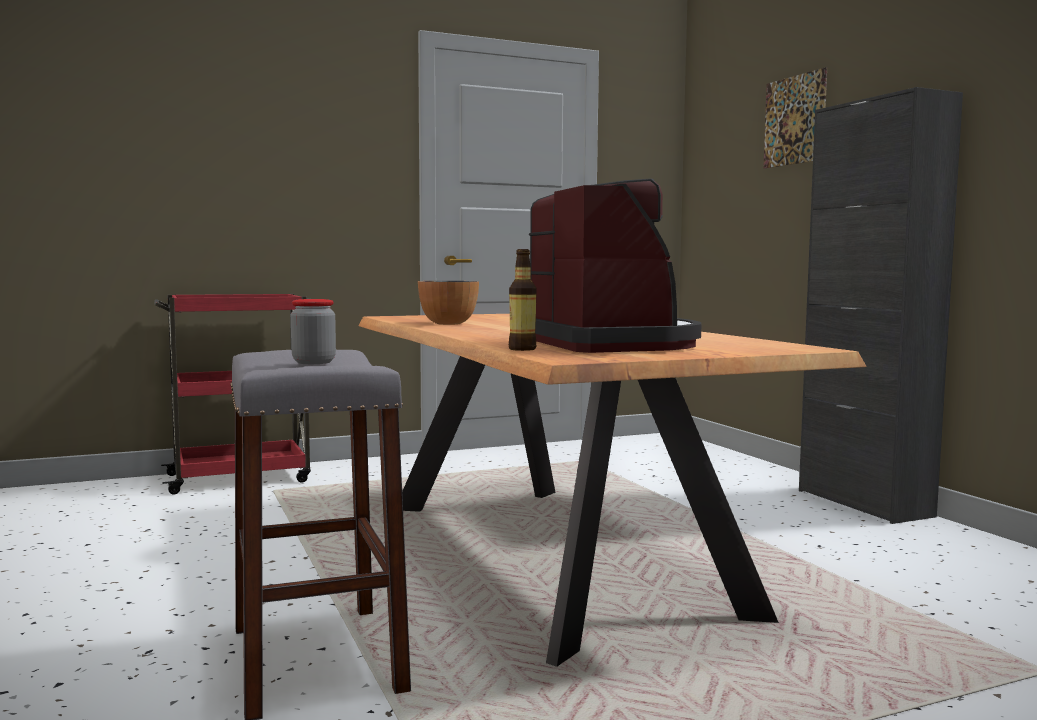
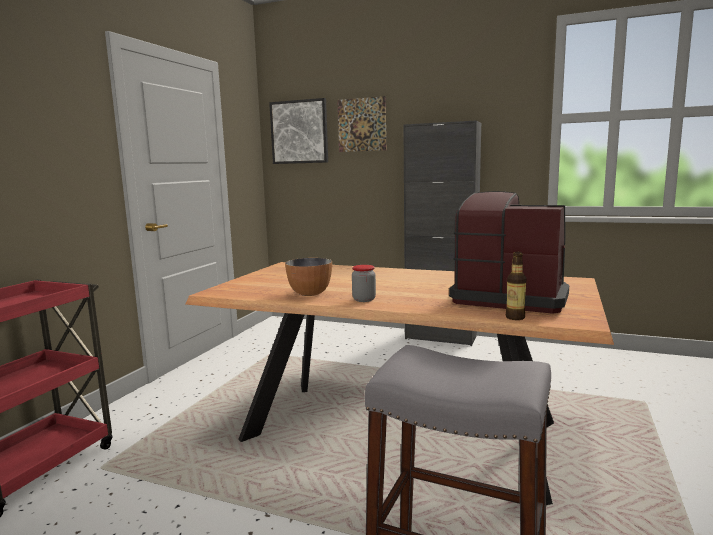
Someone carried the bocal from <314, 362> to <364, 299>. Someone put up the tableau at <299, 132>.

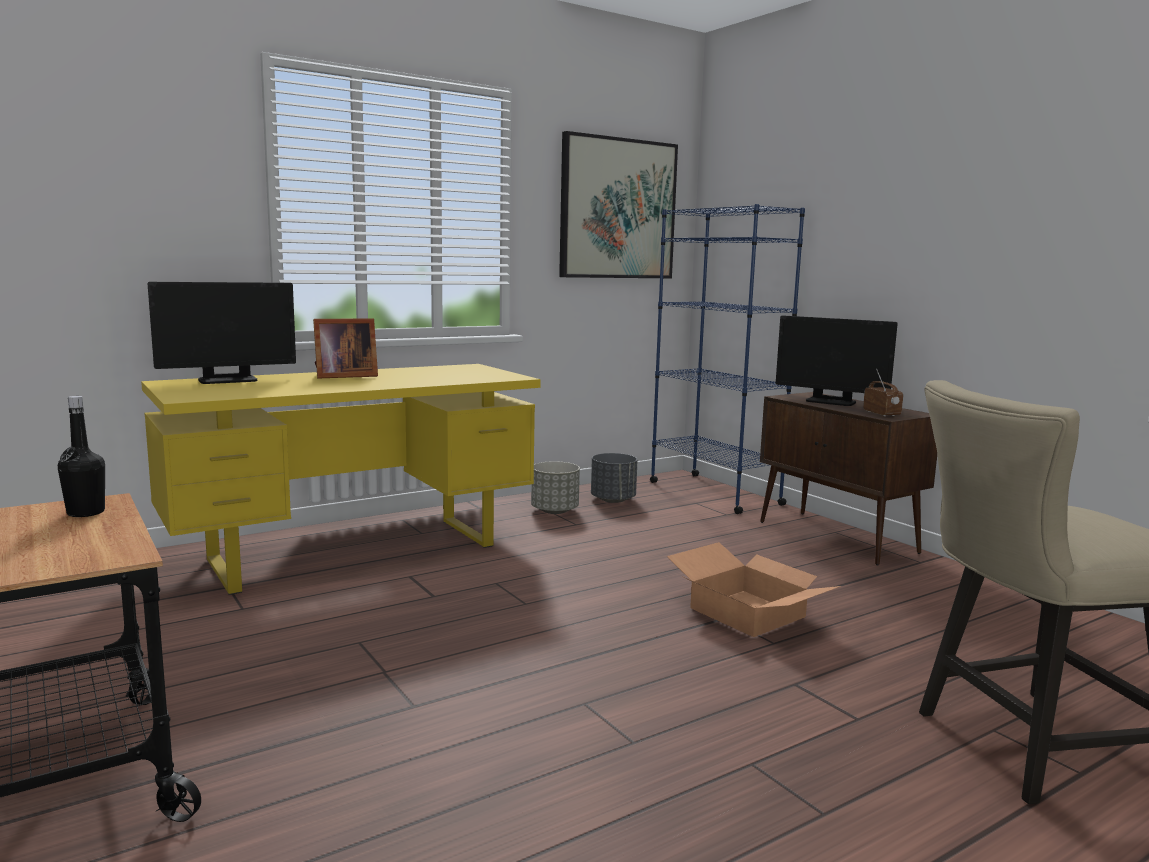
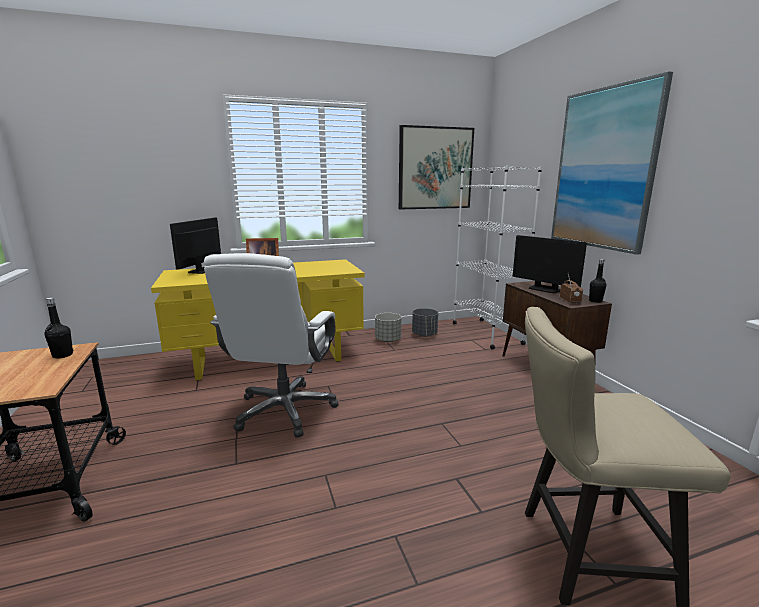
Someone rotated the écran d'ordinateur at <228, 380> by 120 degrees clockwise. Someone repainted the bibliothèque/bleu at <714, 493>, which became the bibliothèque/blanc at <486, 333>. Someone took away the carton at <749, 612>. Someone put down the chaise de bureau/blanc at <285, 410>. Someone put up the tableau at <603, 169>. Someone put down the bouteille/noir at <595, 301>.

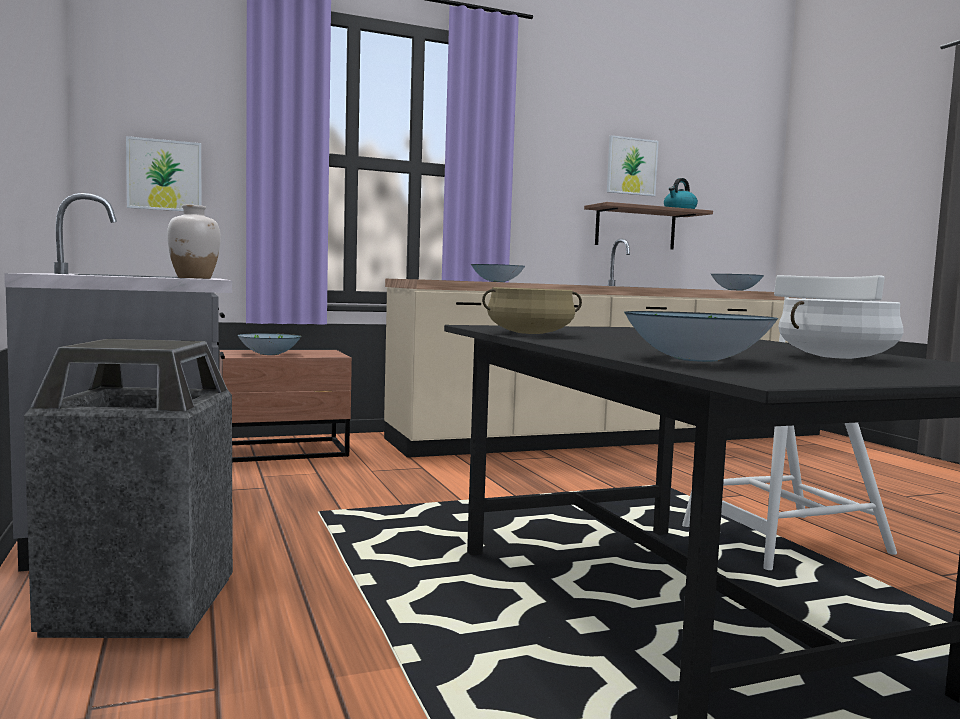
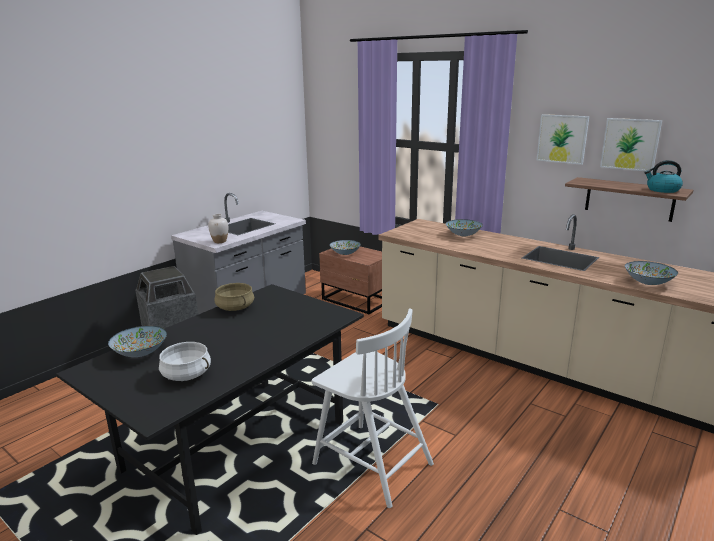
Someone carried the tableau from <164, 175> to <562, 139>.

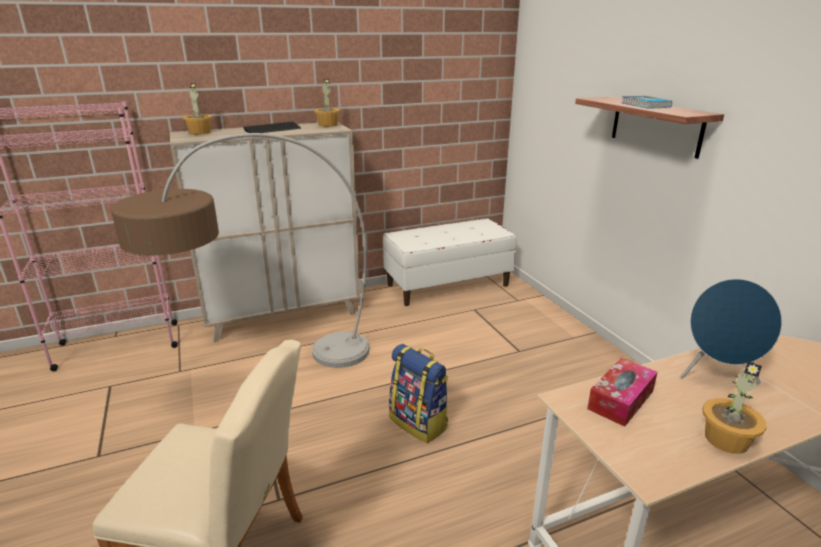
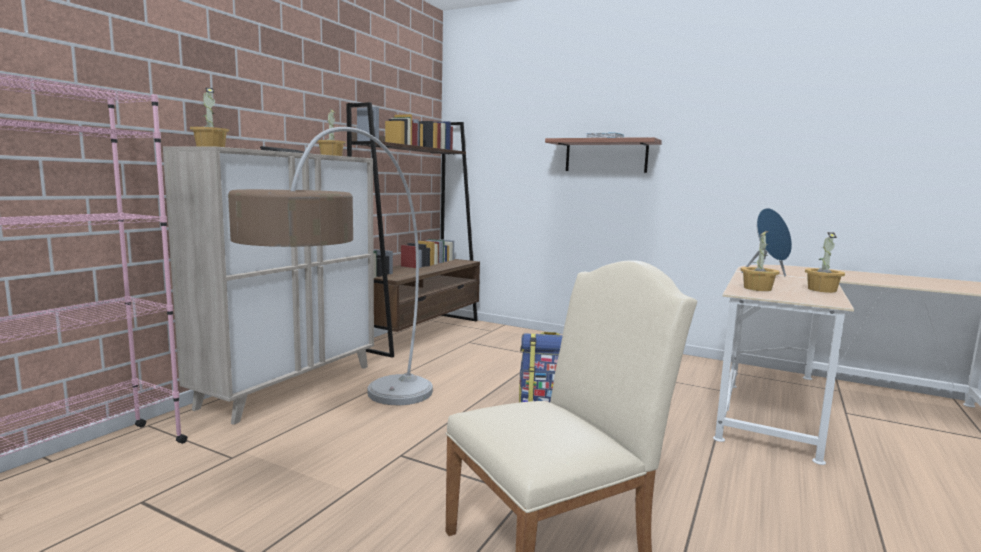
Someone swapped the banc/blanc at <447, 285> for the bibliothèque/marron at <420, 333>. Someone swapped the boîte à mouchoirs at <620, 400> for the plante en pot at <758, 288>.

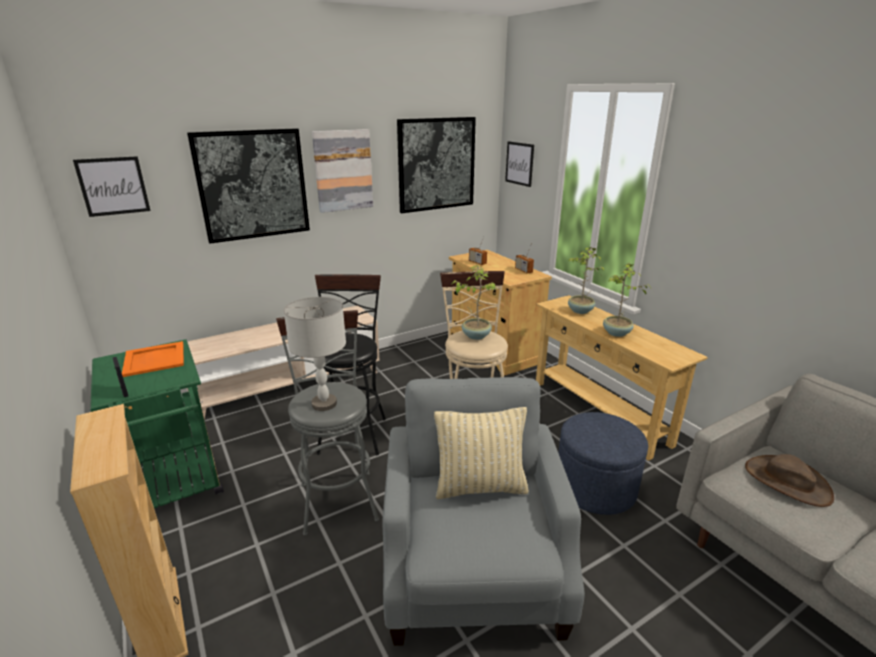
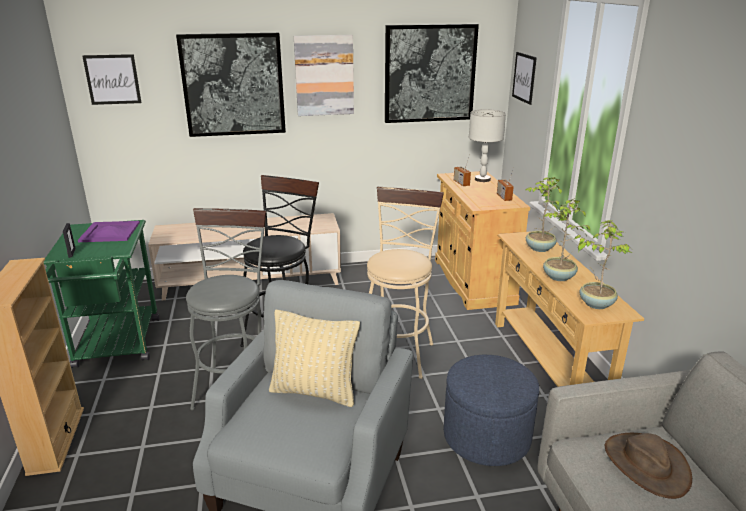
Someone repainted the plateau/orange at <155, 359>, which became the plateau/violet at <110, 232>. Someone carried the lampe de table/gris from <324, 403> to <482, 179>. Someone carried the plante en pot from <475, 335> to <596, 303>.

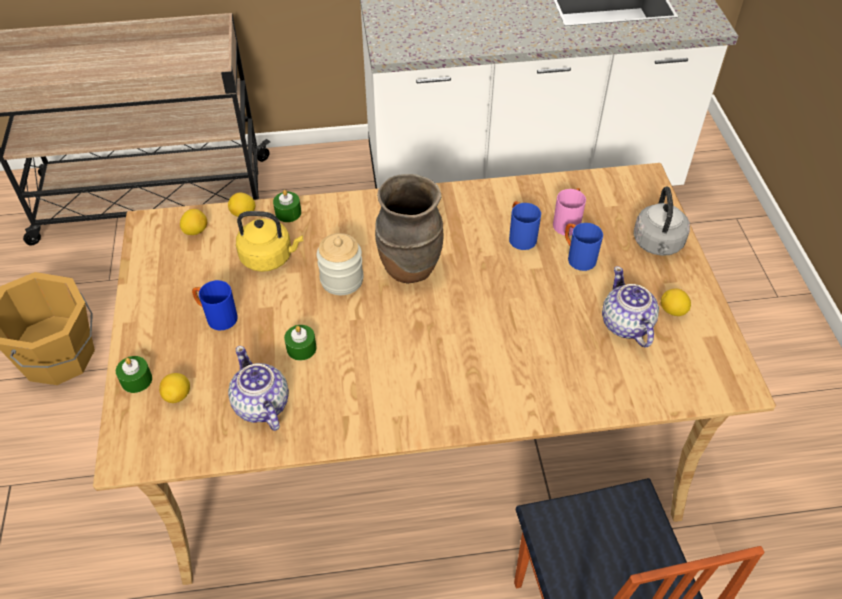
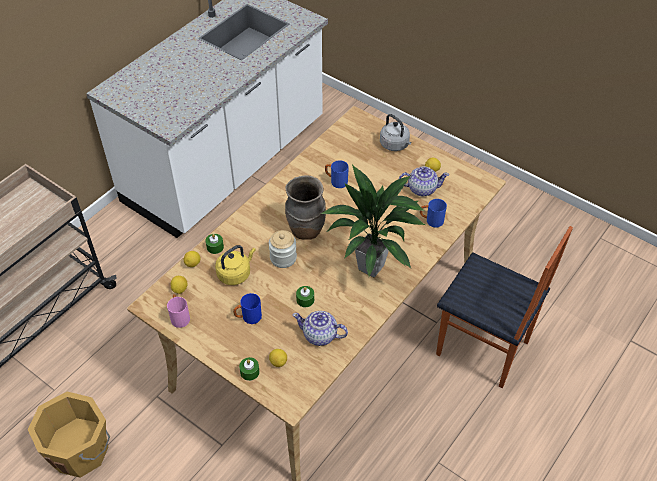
Someone carried the mug/rose from <568, 222> to <179, 317>. Someone carried the mug/bleu from <577, 257> to <431, 221>. Someone rotated the théière at <626, 325> by 150 degrees clockwise. Someone put down the plante en pot at <372, 268>.

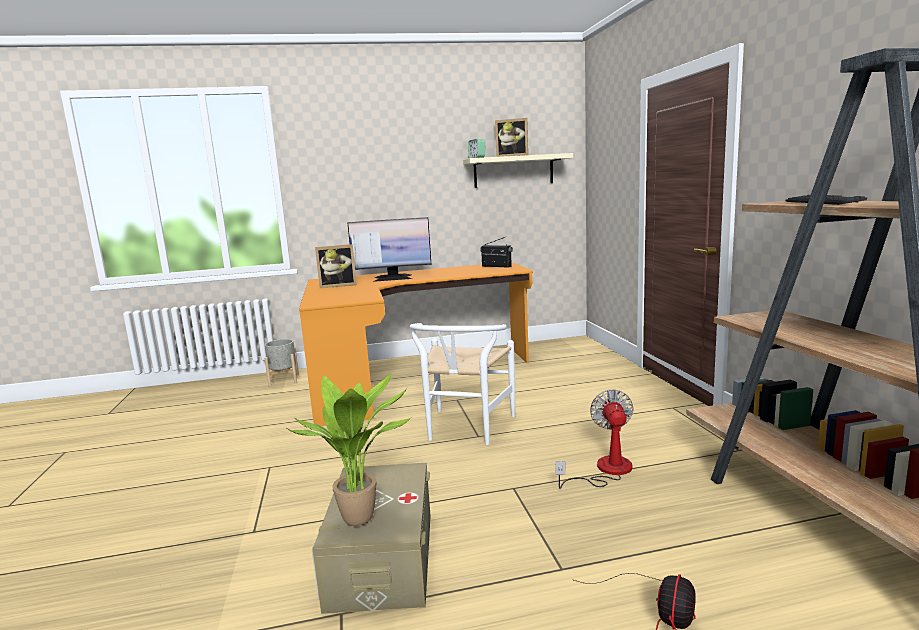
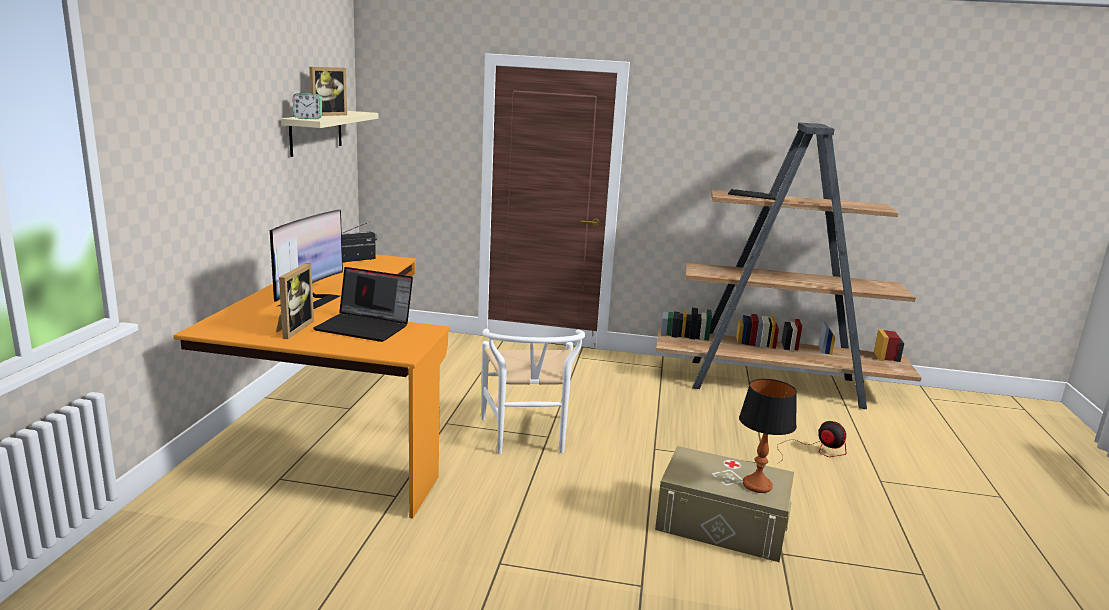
Someone took away the cache-pot/gris at <284, 380>. Someone swapped the plante en pot at <364, 519> for the lampe de table at <756, 485>. Someone rotated the chaise/blanc at <465, 430> by 45 degrees clockwise. Someone took away the ventilateur at <605, 471>. Someone put down the ordinateur portable at <366, 327>.

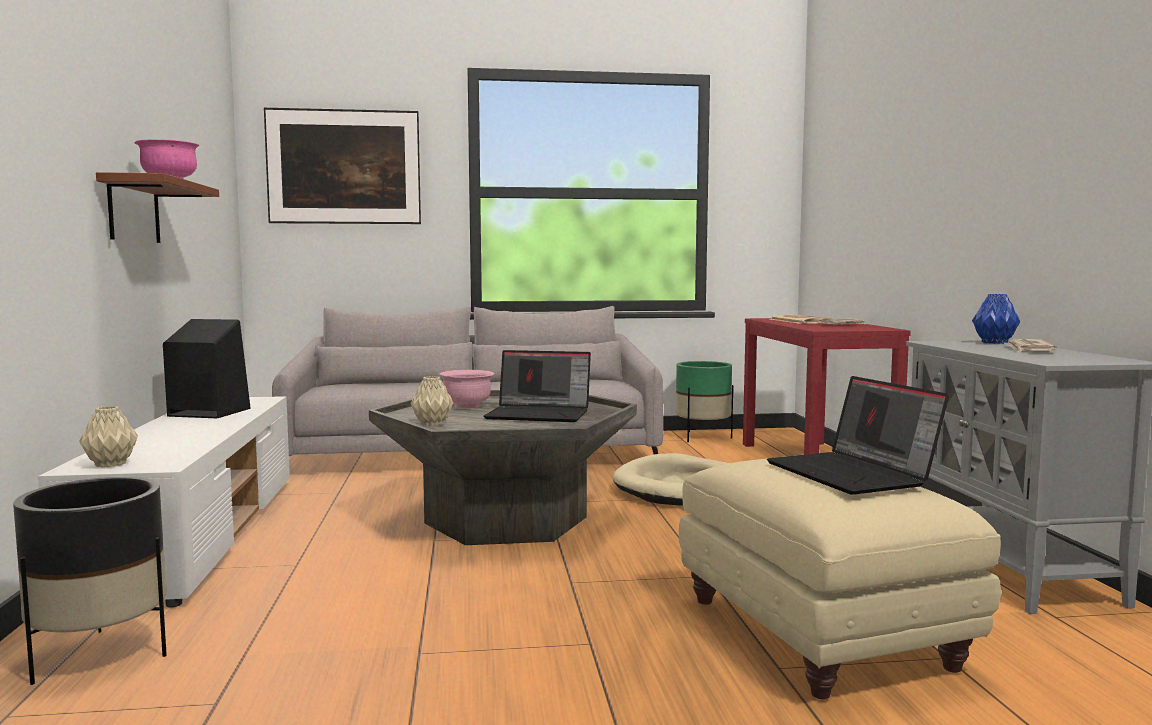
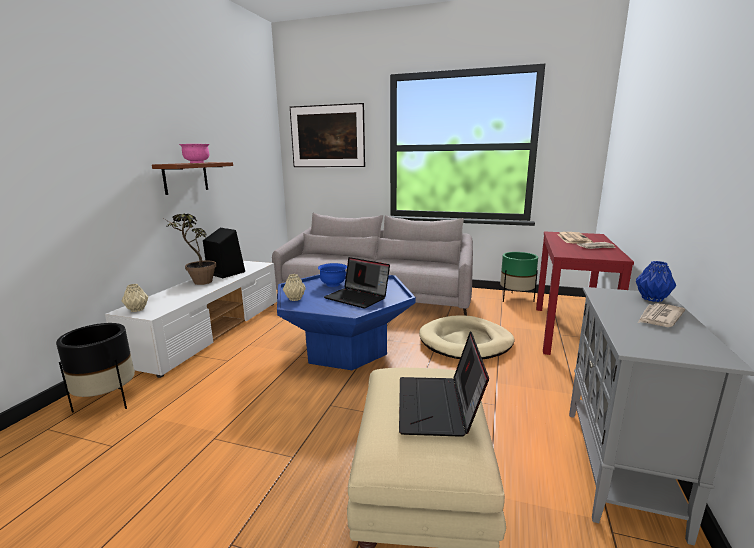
Someone repainted the table basse/gris at <506, 520>, which became the table basse/bleu at <345, 348>. Someone repainted the bol/rose at <467, 406>, which became the bol/bleu at <333, 284>. Someone put down the plante en pot at <198, 284>.

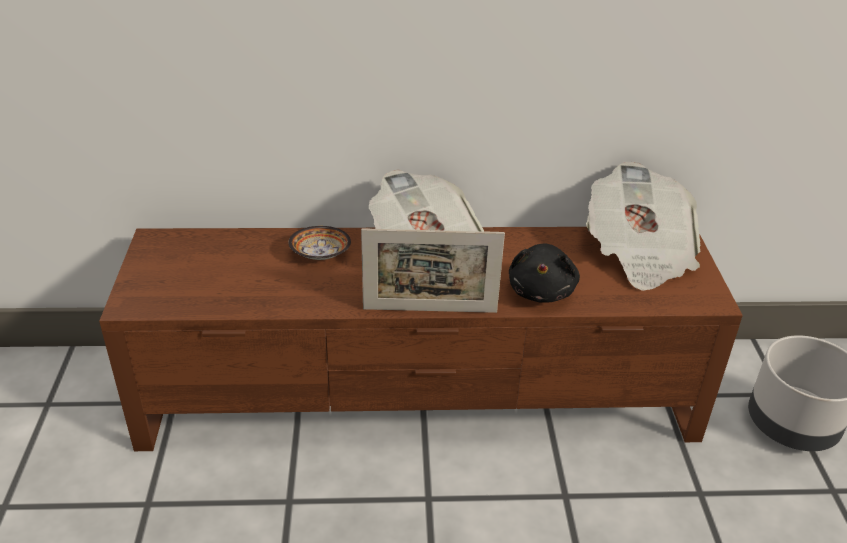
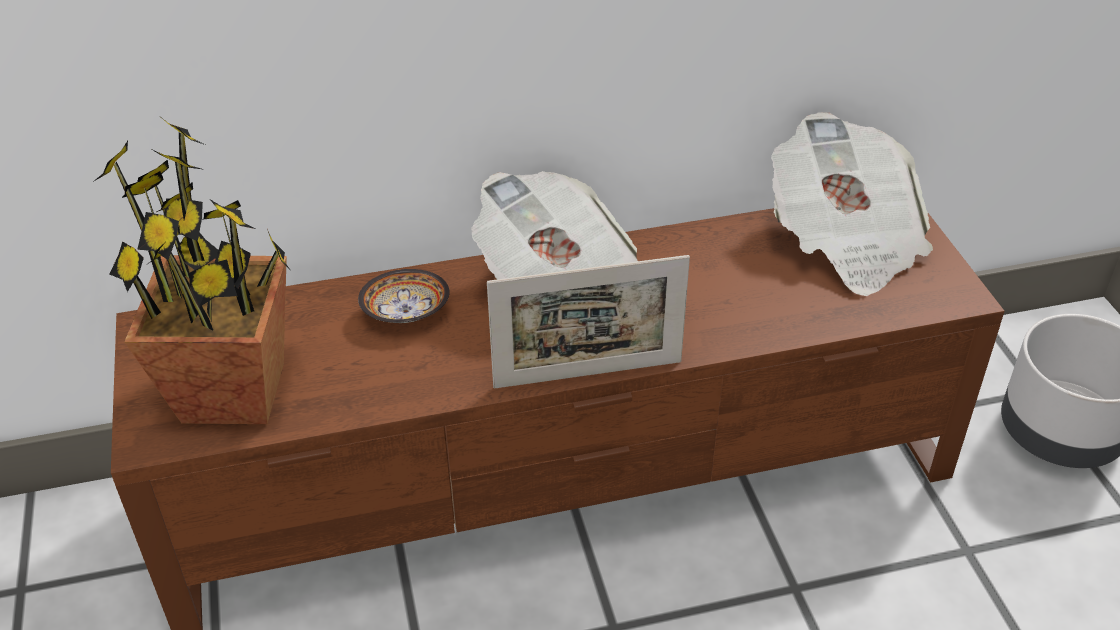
Someone took away the peluche/noir at <541, 291>. Someone put down the plante en pot at <235, 392>.

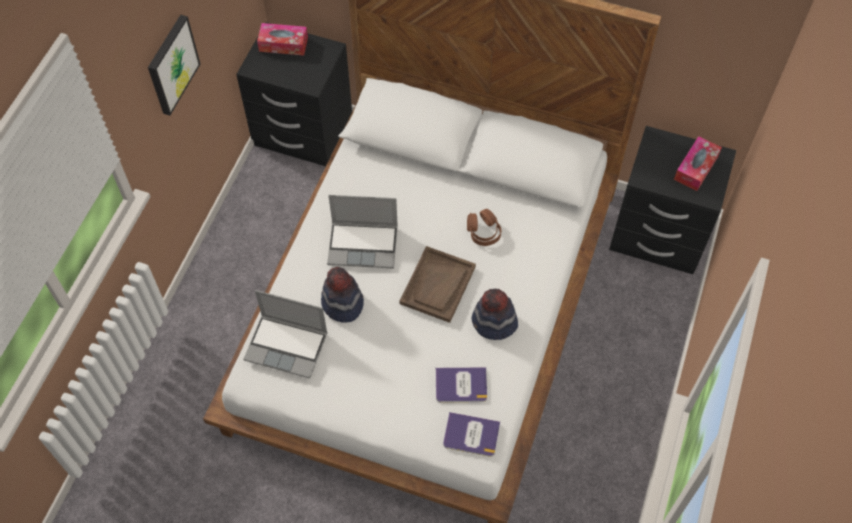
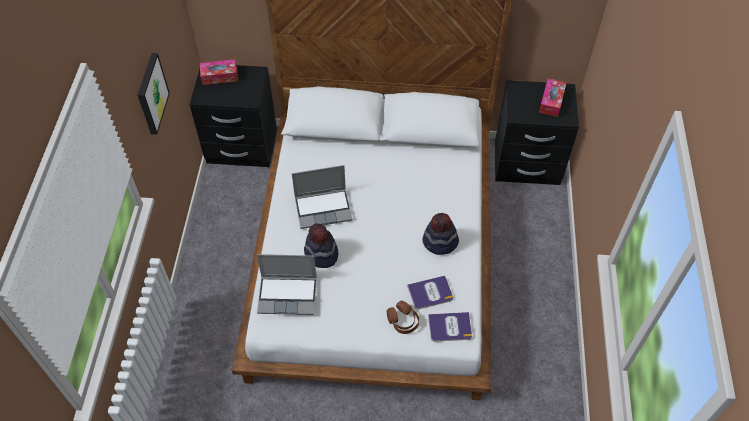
Someone took away the plateau/marron at <438, 285>. Someone carried the casque audio/marron from <483, 232> to <403, 321>.

